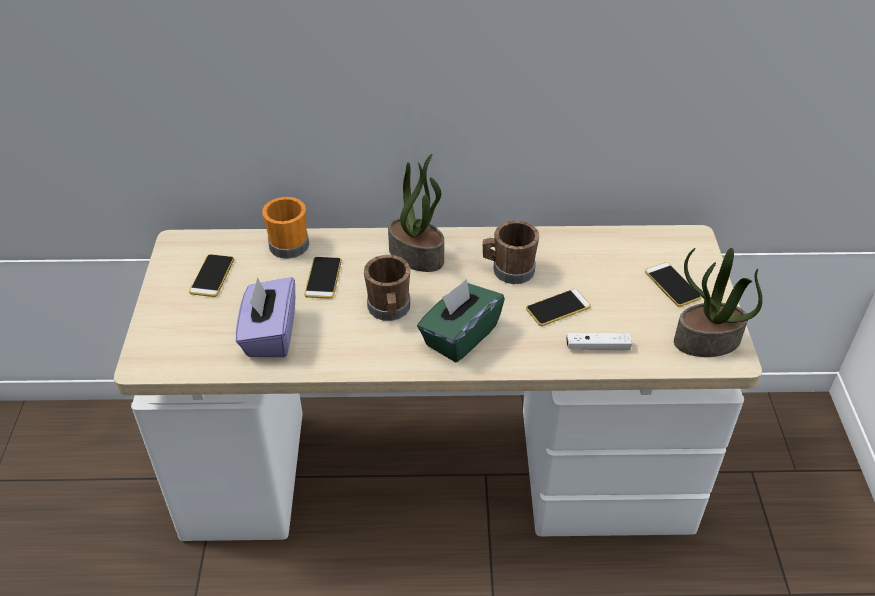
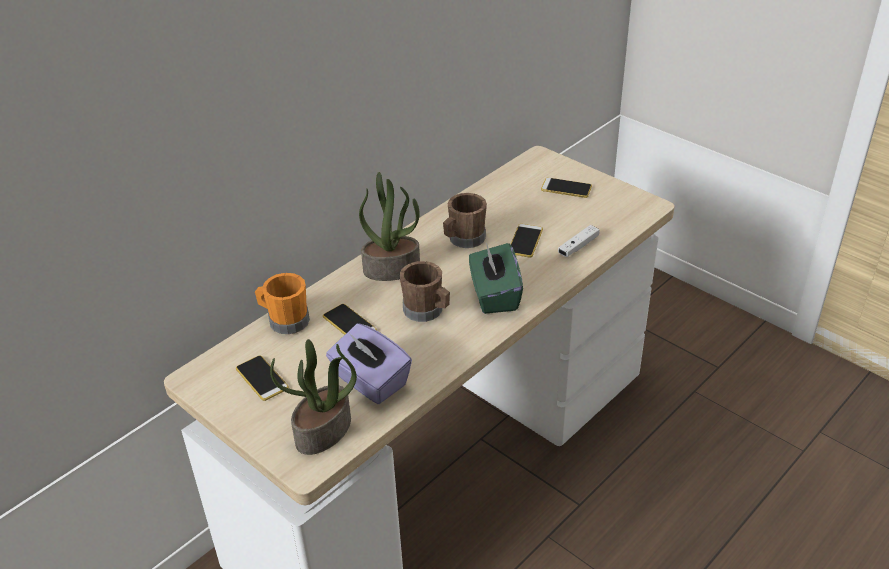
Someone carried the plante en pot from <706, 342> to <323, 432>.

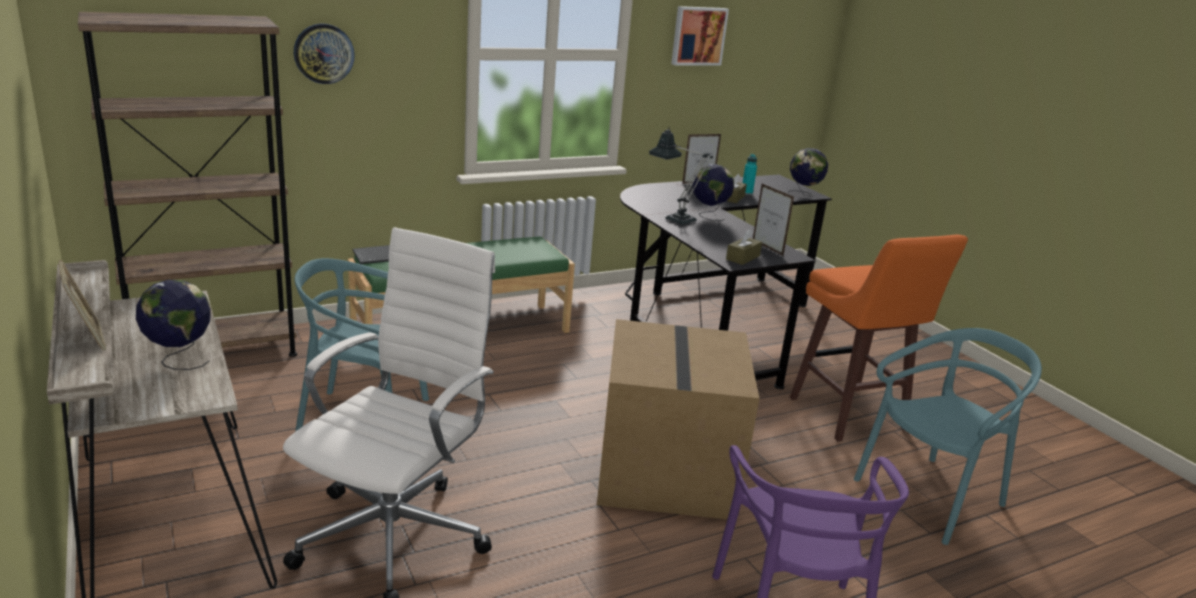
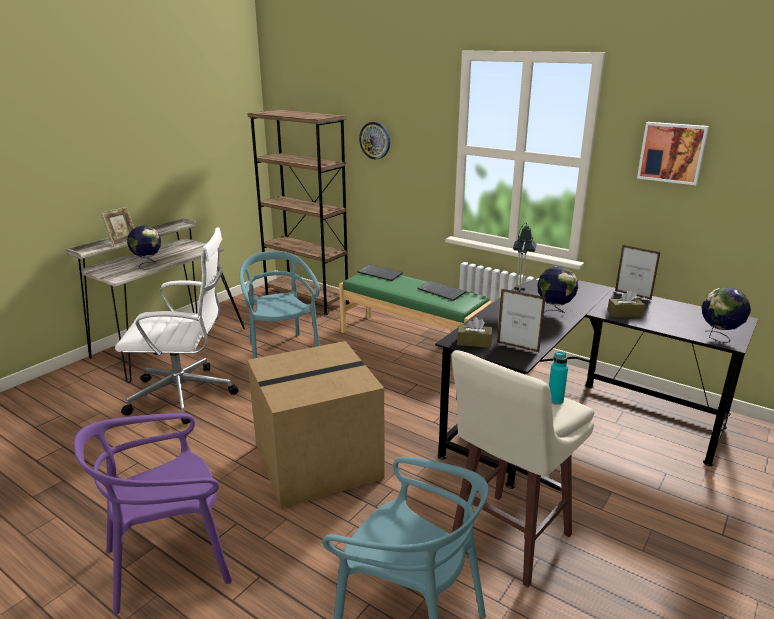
Someone carried the bouteille/turquoise from <746, 193> to <555, 400>. Someone rotated the cadre photo at <767, 248> by 90 degrees clockwise. Someone repainted the tabouret/orange at <848, 416>, which became the tabouret/beige at <508, 539>. Someone put down the clavier at <442, 291>.

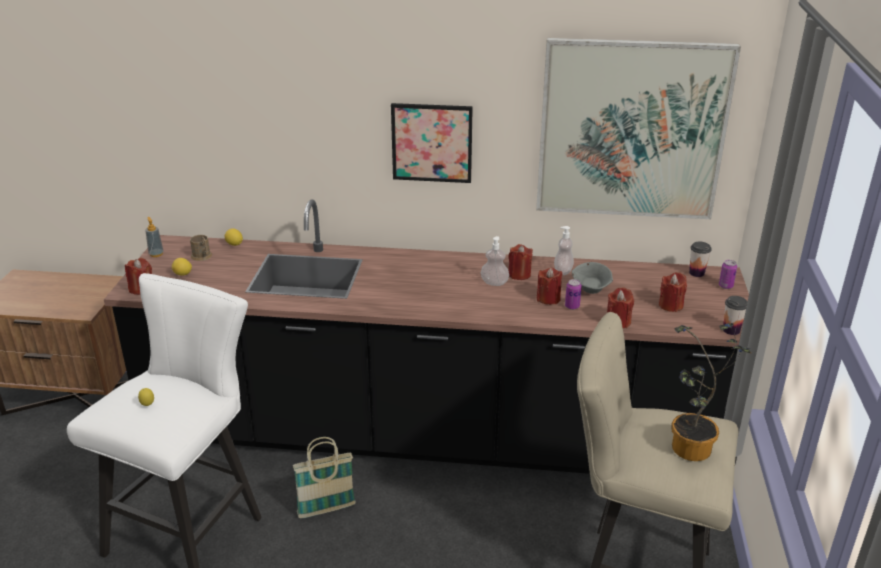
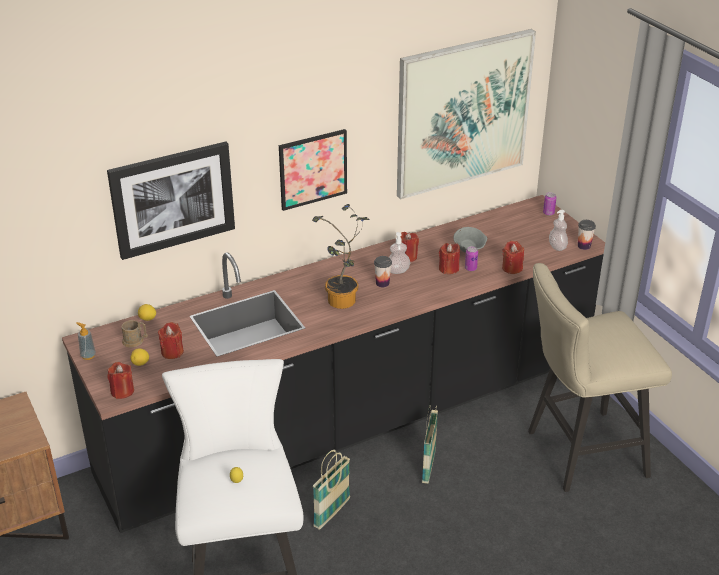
Someone carried the distributeur de savon from <563, 271> to <557, 247>. Someone carried the bougie/rouge from <670, 305> to <172, 352>. Someone carried the plante en pot from <689, 452> to <342, 303>. Someone carried the tasse from <696, 273> to <382, 283>. Someone put up the tableau at <172, 199>. Someone put down the panier at <428, 467>.

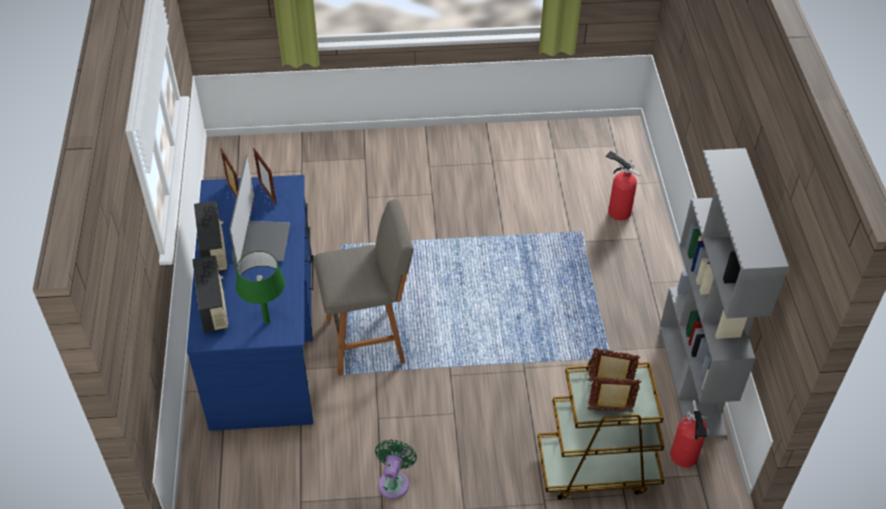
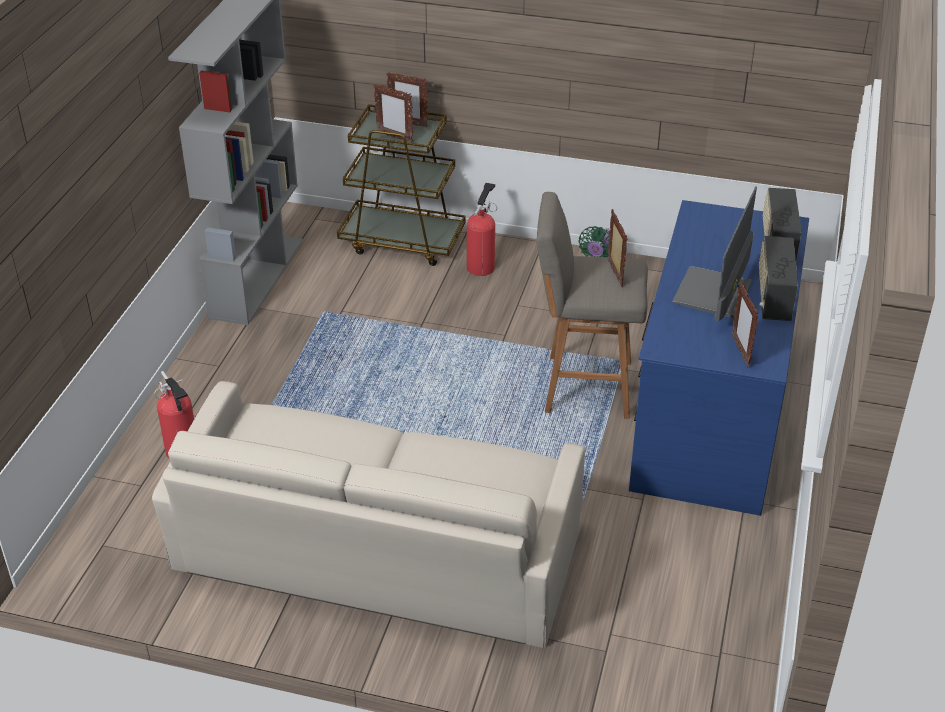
Someone took away the lampe de table/vert at <267, 321>. Someone carried the cadre photo from <268, 194> to <614, 274>. Someone carried the extincteur from <684, 458> to <482, 266>. Someone put down the canapé/beige at <375, 550>.

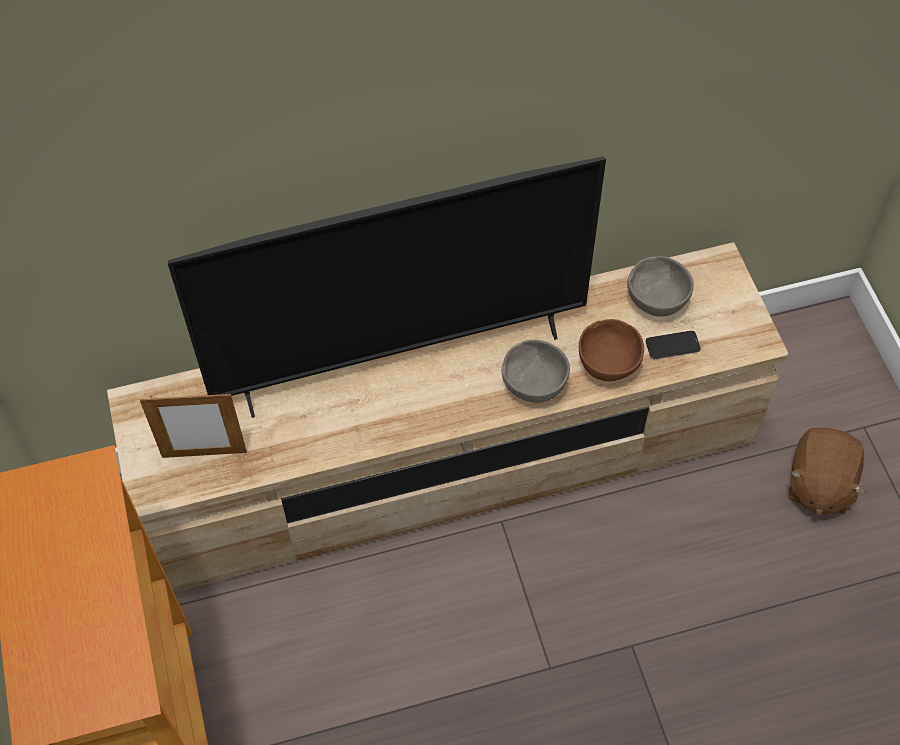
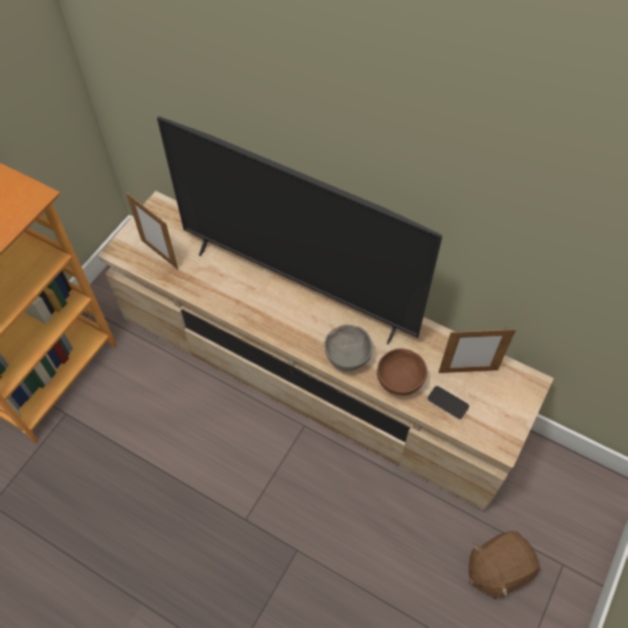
Someone swapped the bol/gris at <656, 300> for the cadre photo at <468, 371>.

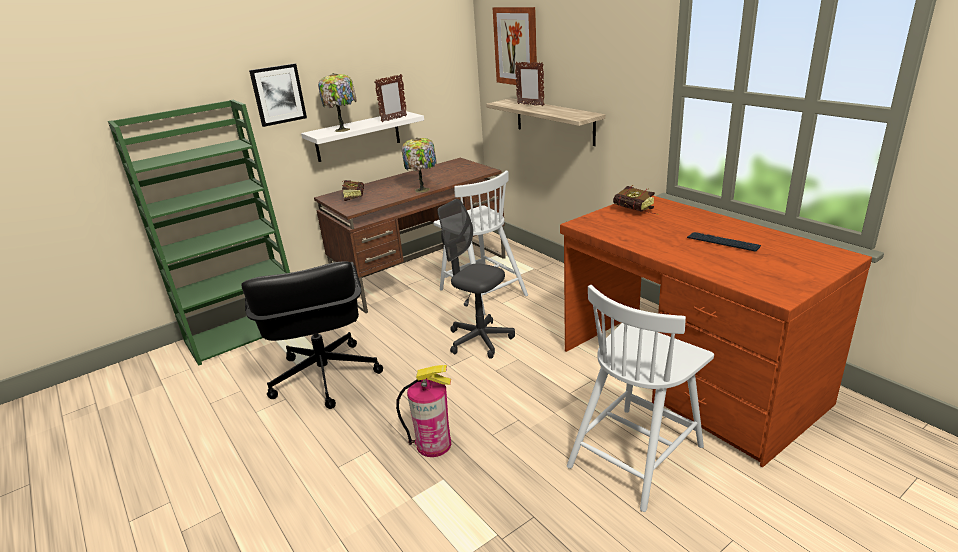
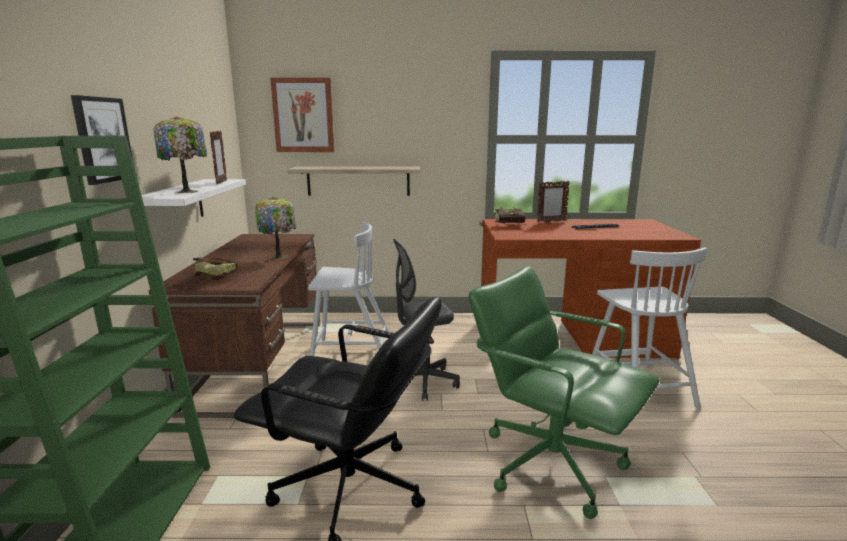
Someone swapped the extincteur at <434, 444> for the chaise de bureau/vert at <551, 462>. Someone carried the cadre photo from <530, 105> to <551, 221>.

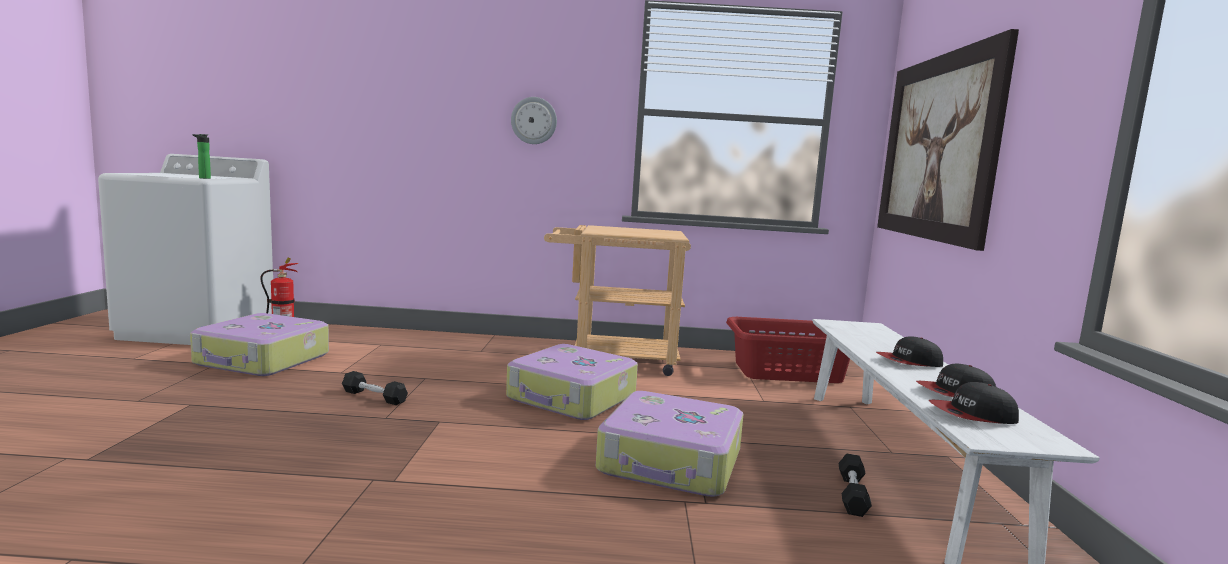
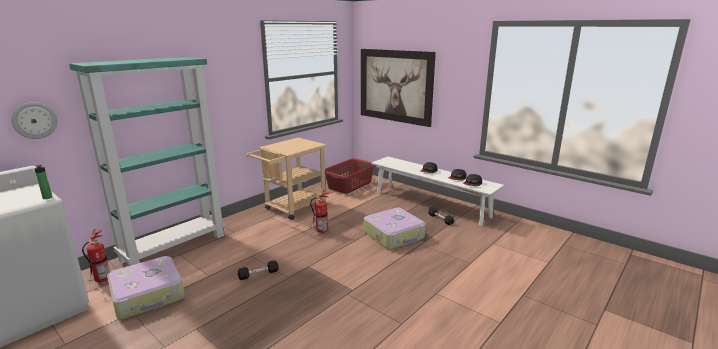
Someone swapped the valise at <572, 397> for the extincteur at <320, 231>. Someone carried the horloge murale from <534, 120> to <34, 120>. Someone put down the bibliothèque/turquoise at <175, 247>.

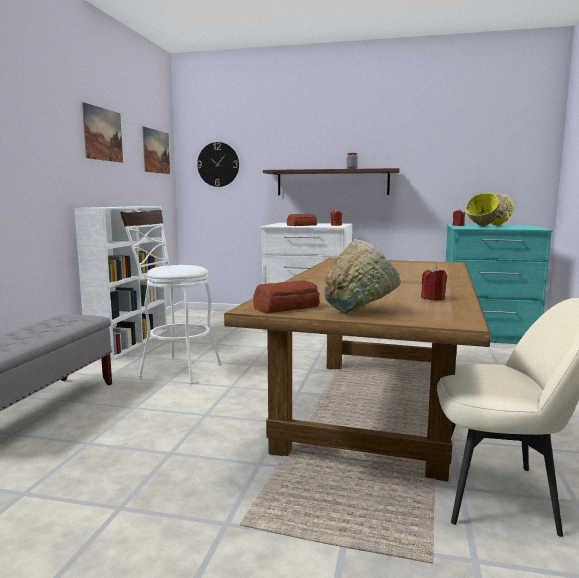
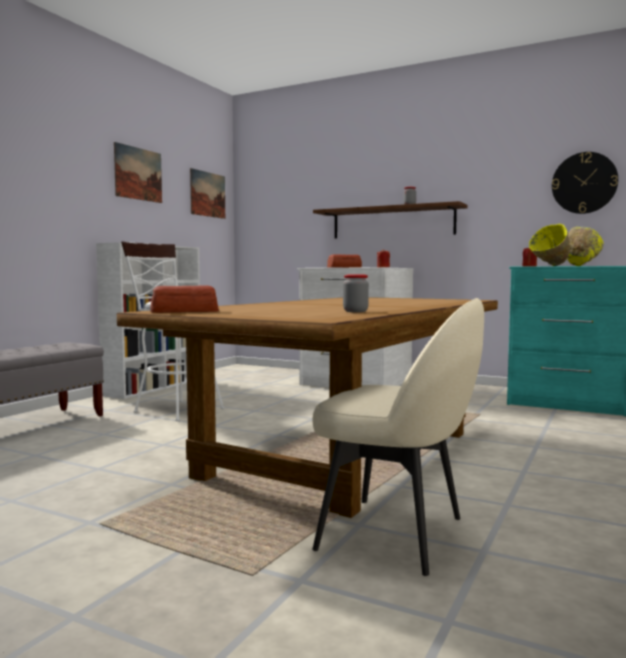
Someone carried the horloge murale from <218, 164> to <584, 183>. Someone took away the bol/vert at <360, 311>. Someone swapped the bougie/rouge at <433, 298> for the bocal at <355, 311>.

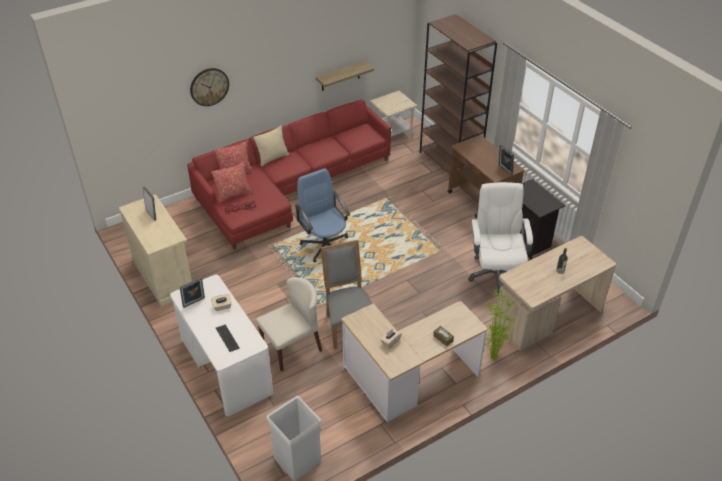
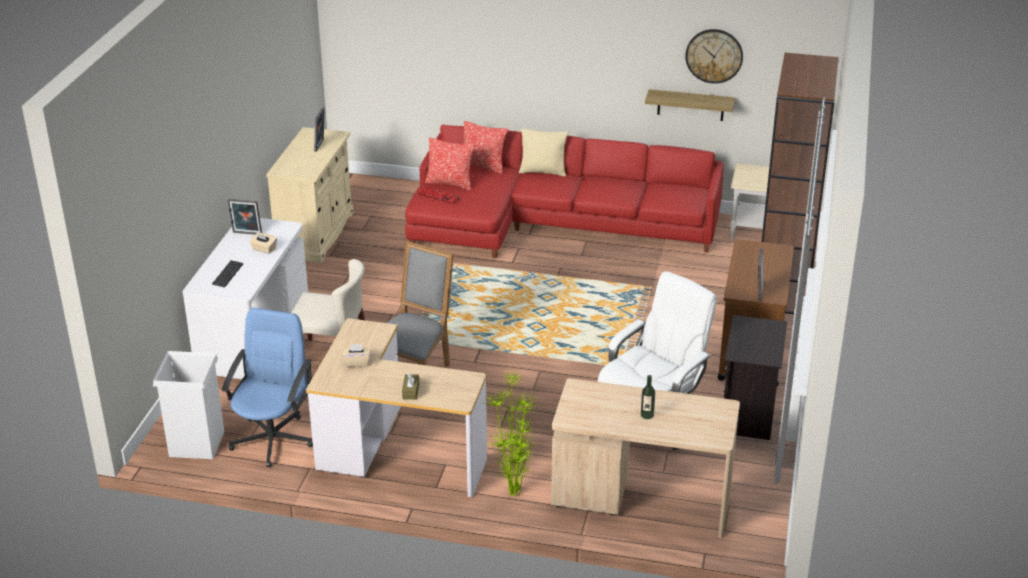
Someone carried the horloge murale from <209, 86> to <714, 55>. Someone carried the chaise de bureau/bleu from <325, 245> to <273, 439>.

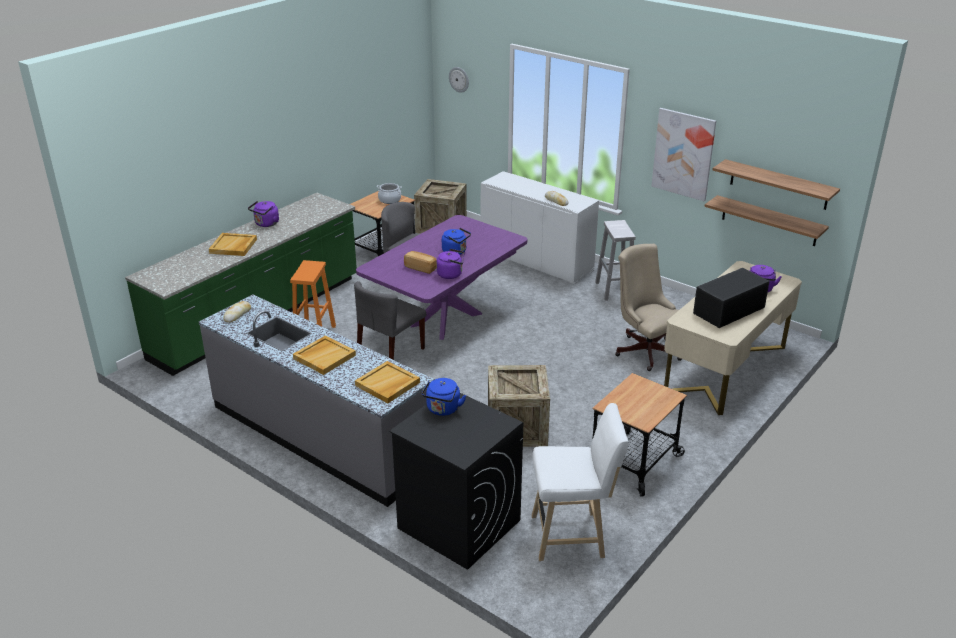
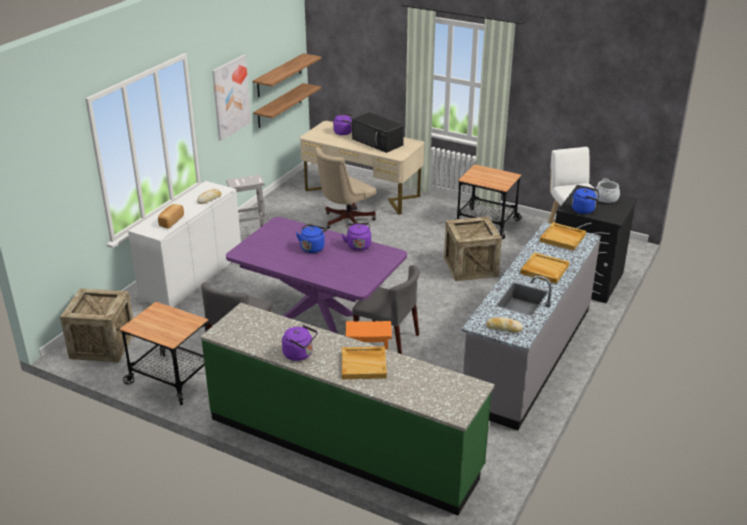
Someone carried the marmite from <389, 200> to <606, 198>. Someone carried the pain from <421, 268> to <171, 221>. Someone took away the horloge murale at <459, 79>.

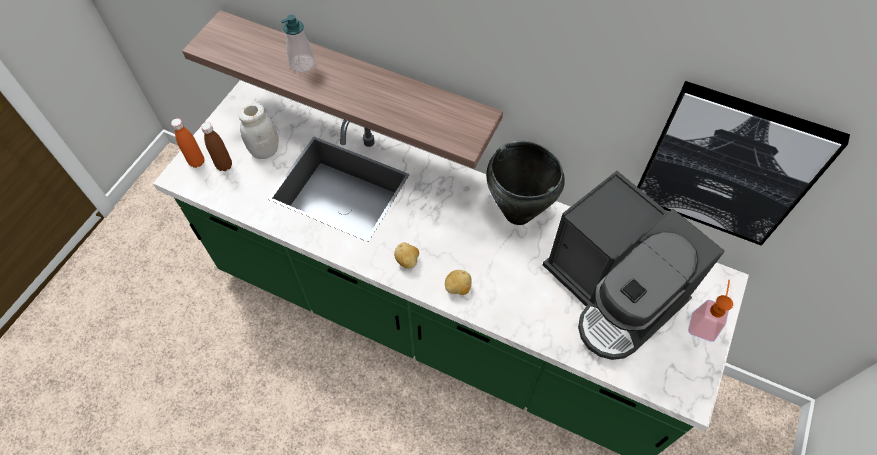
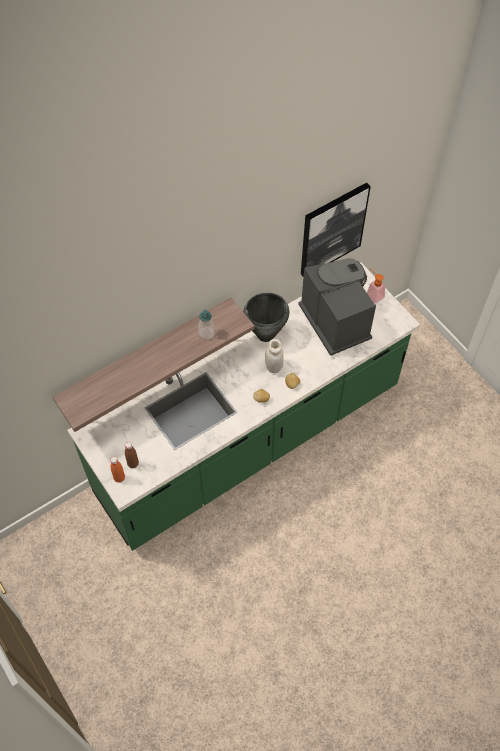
Someone carried the bocal/blanc from <265, 151> to <273, 366>. Someone carried the distributeur de savon from <302, 64> to <206, 333>. Someone rotated the machine à café at <612, 292> by 105 degrees counterclockwise.

